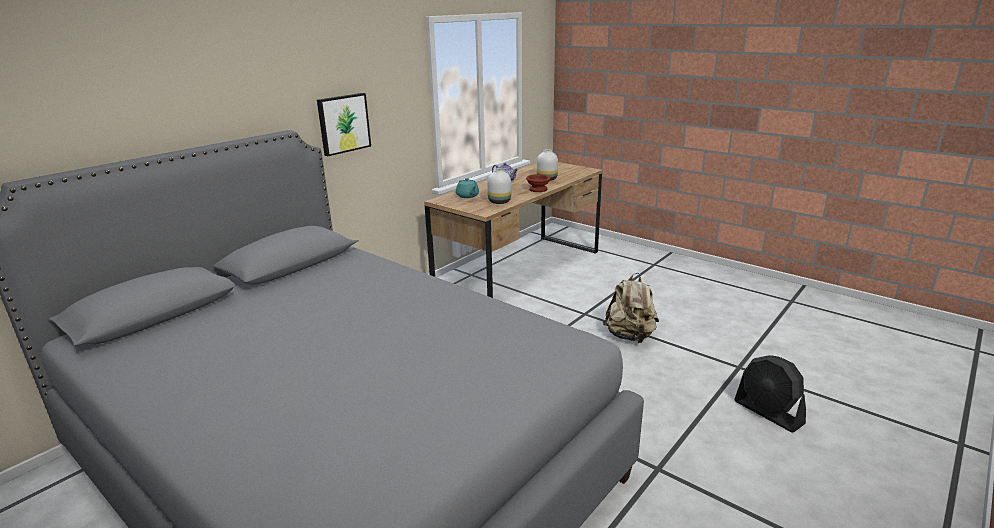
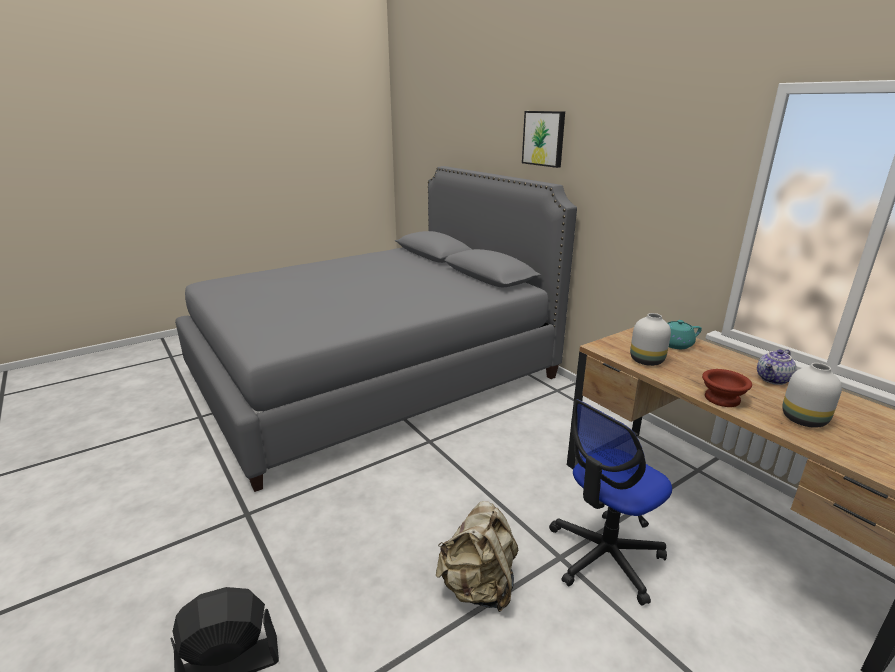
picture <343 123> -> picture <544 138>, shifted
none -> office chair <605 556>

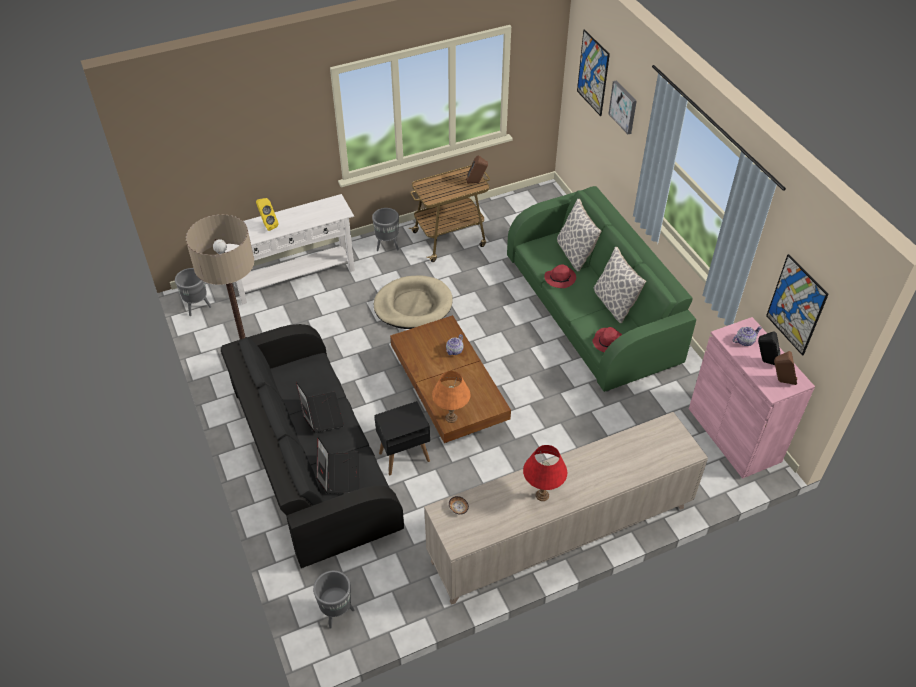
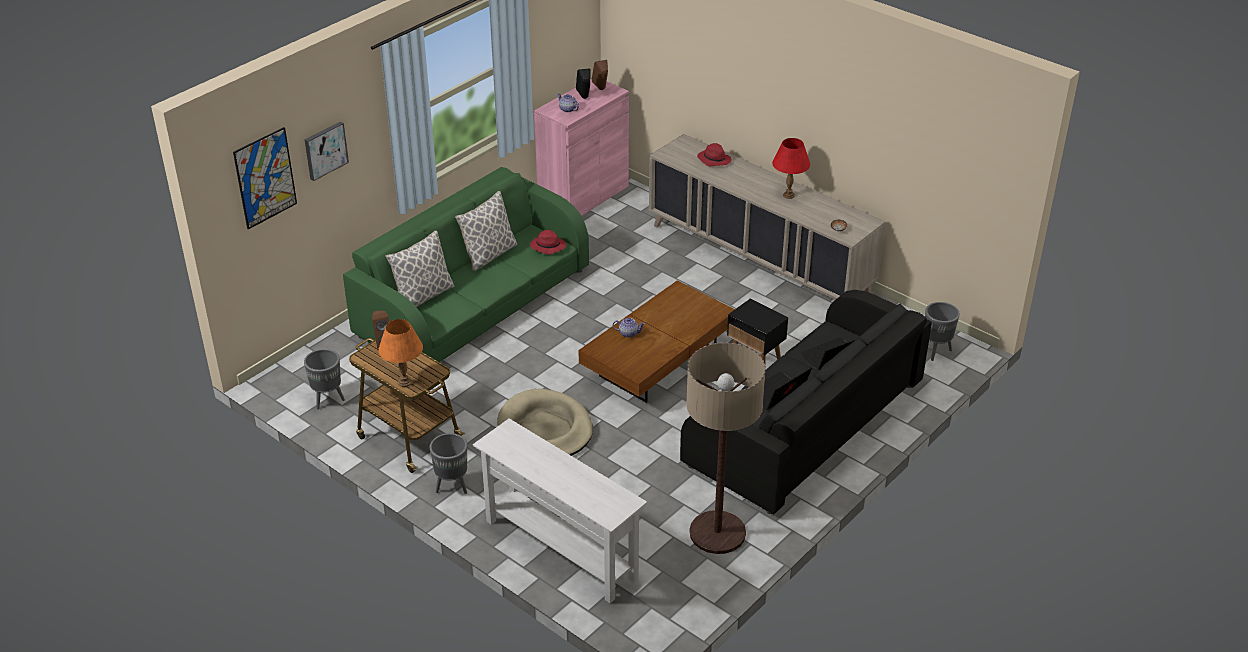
grey planter <198 308> -> grey planter <328 399>, shifted
yellow speaker <268 225> -> none
orange table lamp <451 418> -> orange table lamp <405 382>, shifted
red hat <560 278> -> red hat <713 160>, shifted
picture <796 305> -> none

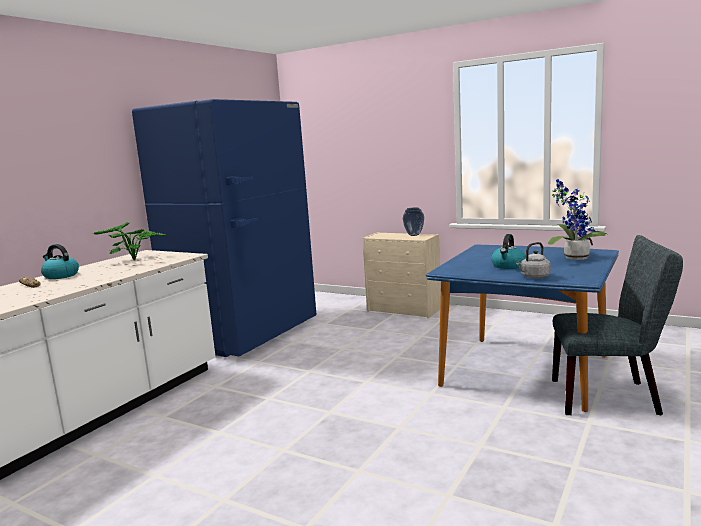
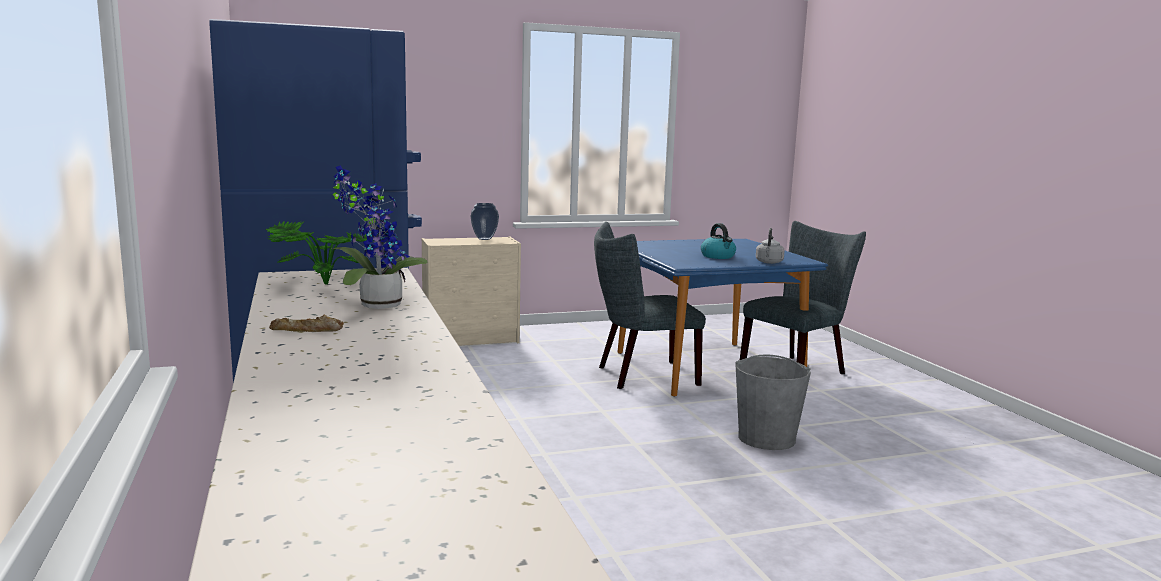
kettle <60 276> -> none
potted plant <573 257> -> potted plant <375 305>, shifted
none -> grey chair <641 375>
none -> grey bucket <766 438>

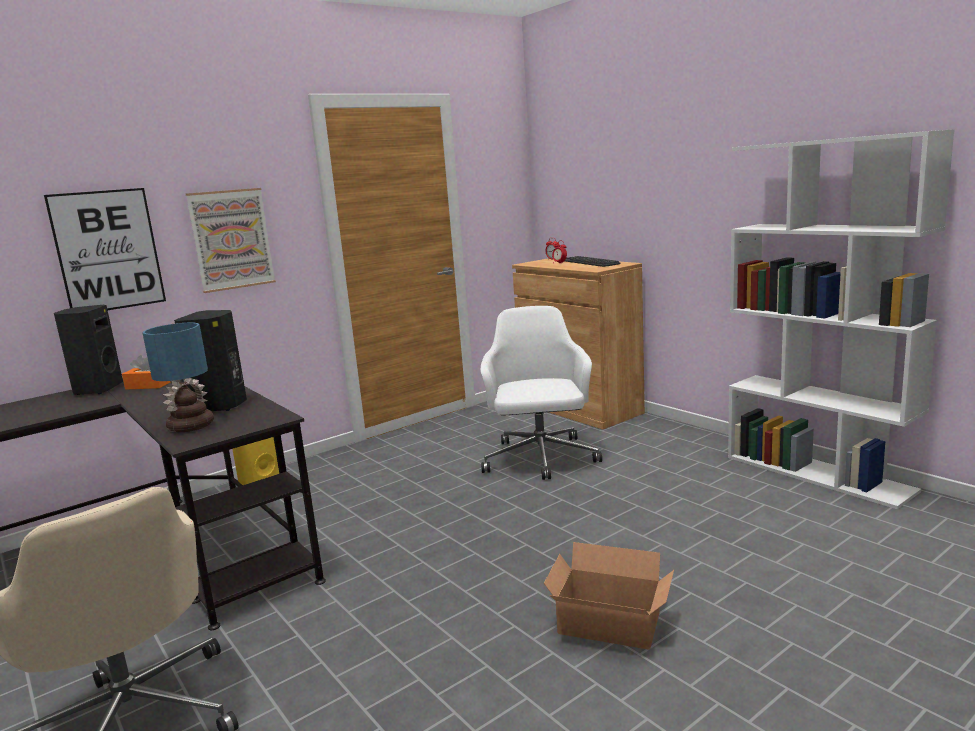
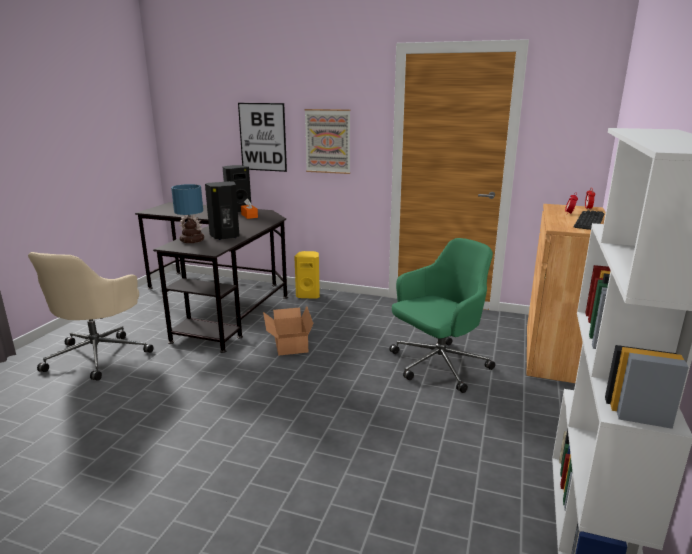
white office chair <540 459> -> green office chair <437 366>
cardboard box <610 626> -> cardboard box <288 344>, shifted

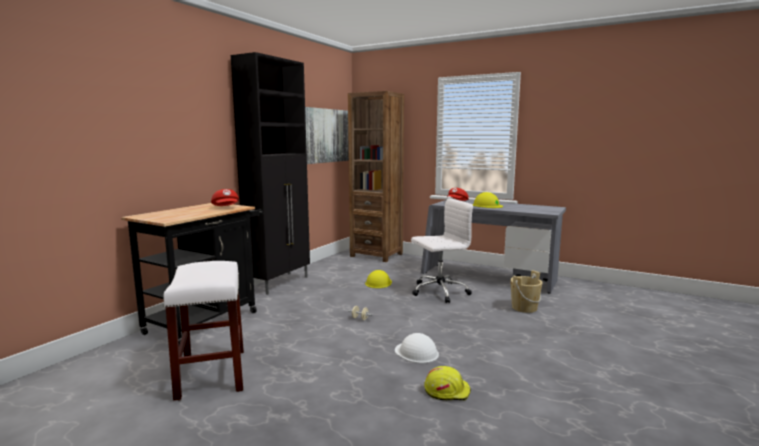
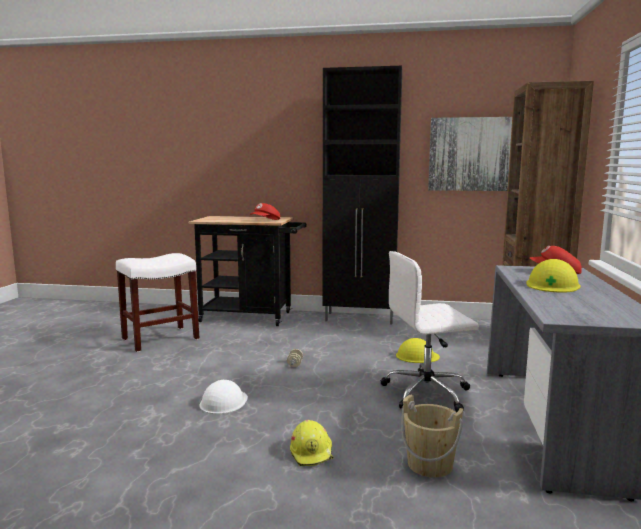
white office chair <438 291> -> white office chair <427 393>, 120 degrees clockwise
yellow hard hat <447 391> -> yellow hard hat <312 453>, shifted

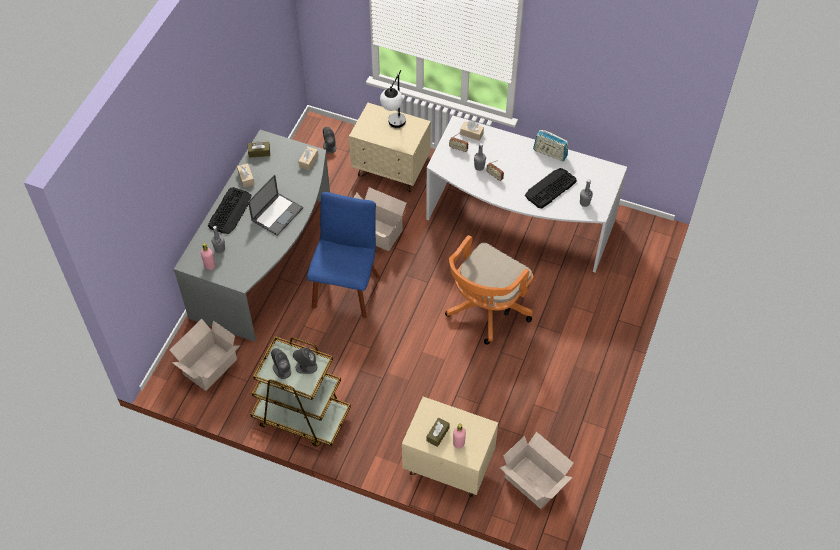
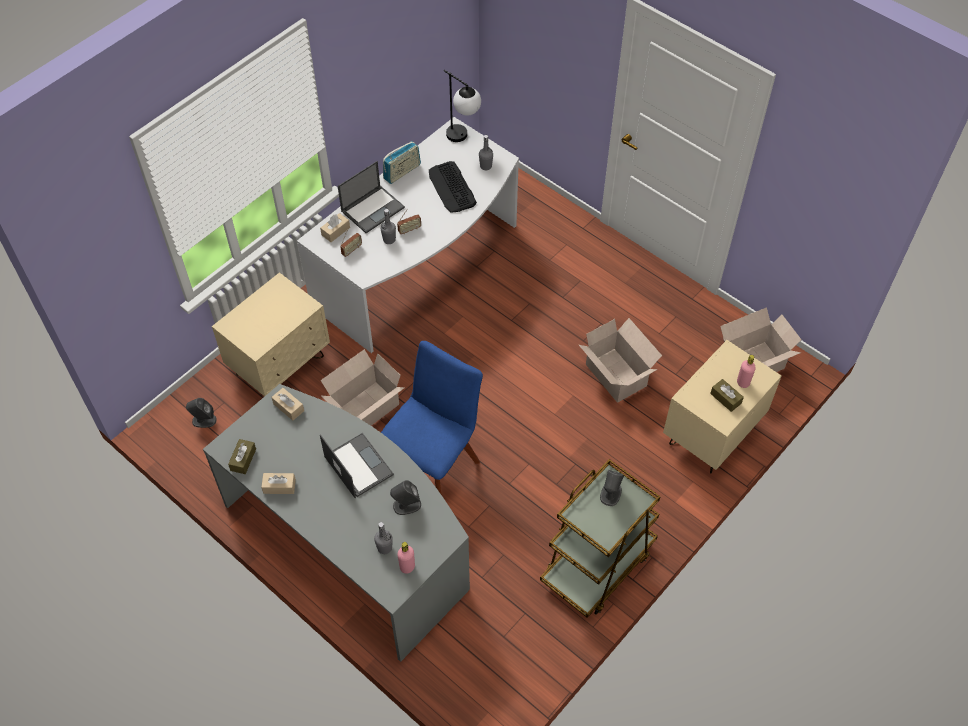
cardboard box <208 367> -> cardboard box <616 377>, shifted
keyboard <230 211> -> none
grey speaker <281 369> -> grey speaker <406 505>, shifted
blue chair <346 288> -> blue chair <433 464>, 90 degrees clockwise
table lamp <394 126> -> table lamp <463 138>, shifted
orange office chair <486 310> -> none
none -> laptop <373 209>

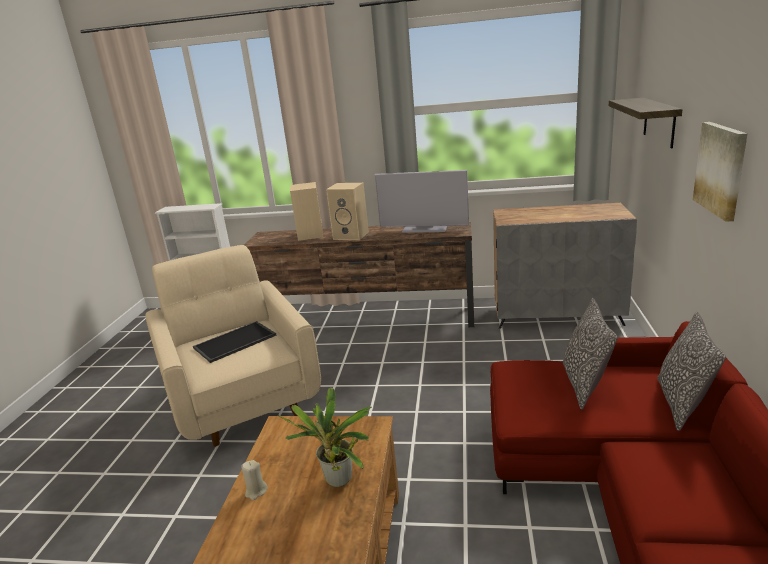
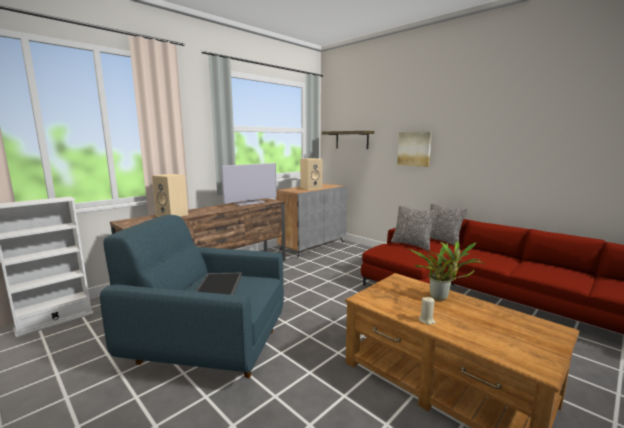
beige armchair <241 398> -> blue armchair <208 346>
beige speaker <352 235> -> beige speaker <311 188>, shifted

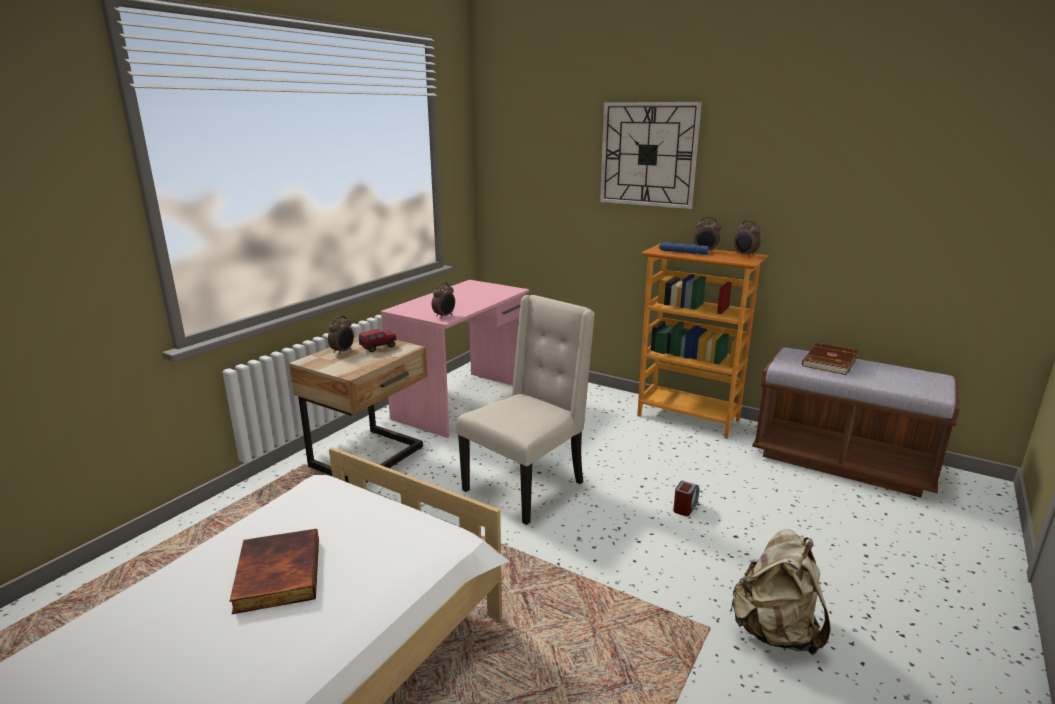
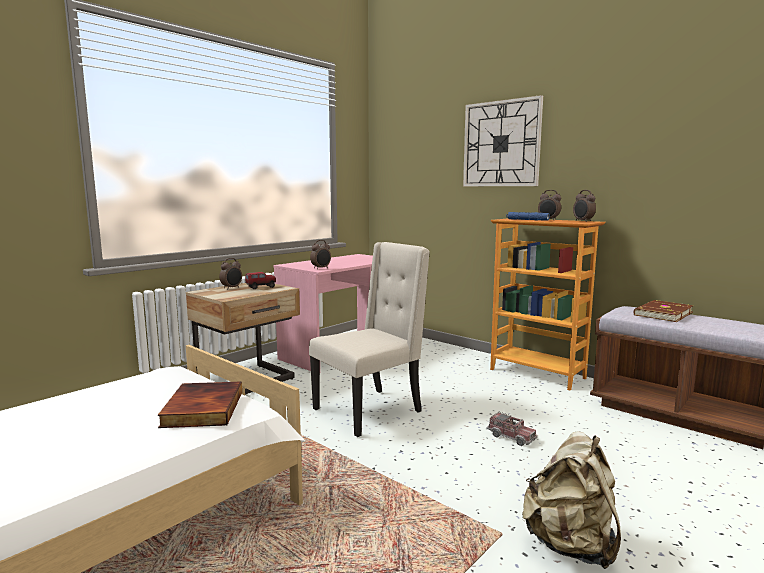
book <276 574> -> book <201 408>, shifted
alarm clock <685 507> -> toy truck <511 437>

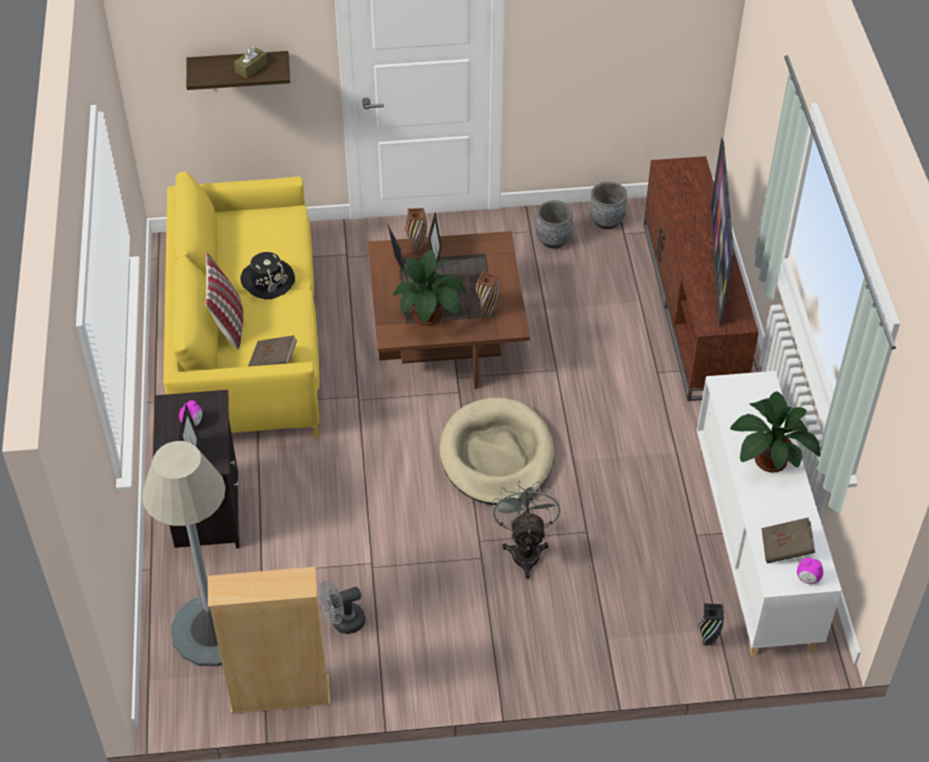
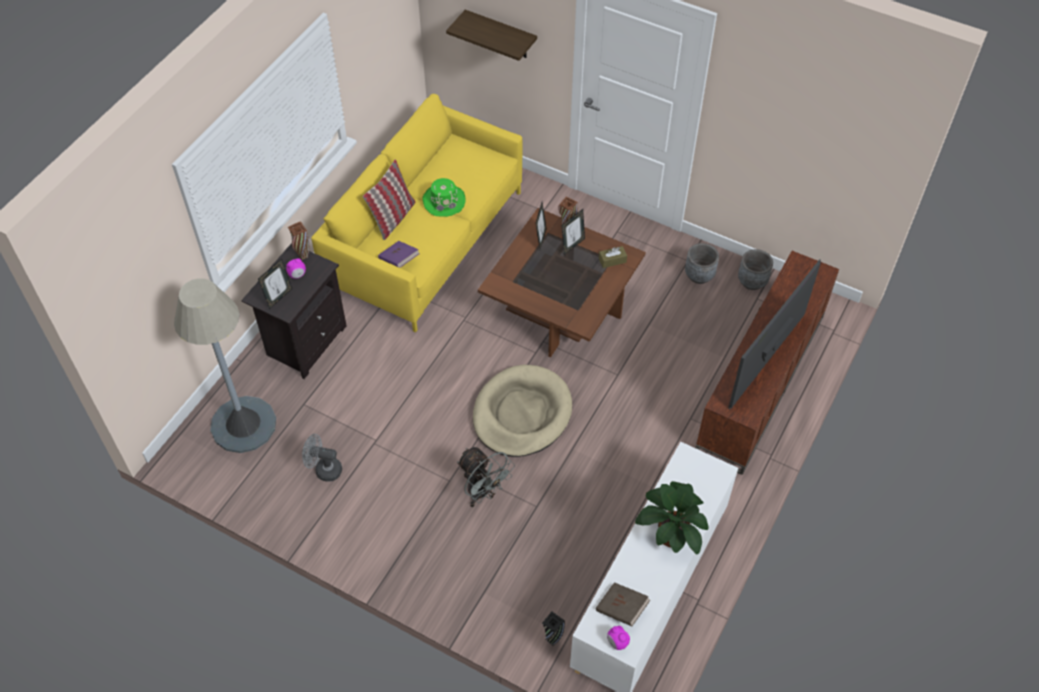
beige bookcase <280 695> -> none
brown tissue box <251 68> -> brown tissue box <612 260>, shifted
black hat <267 280> -> green hat <444 201>
brown book <273 361> -> purple book <399 260>
potted plant <428 316> -> none
brown vase <486 313> -> brown vase <303 256>, shifted
grey fan <525 550> -> grey fan <483 493>, 105 degrees clockwise

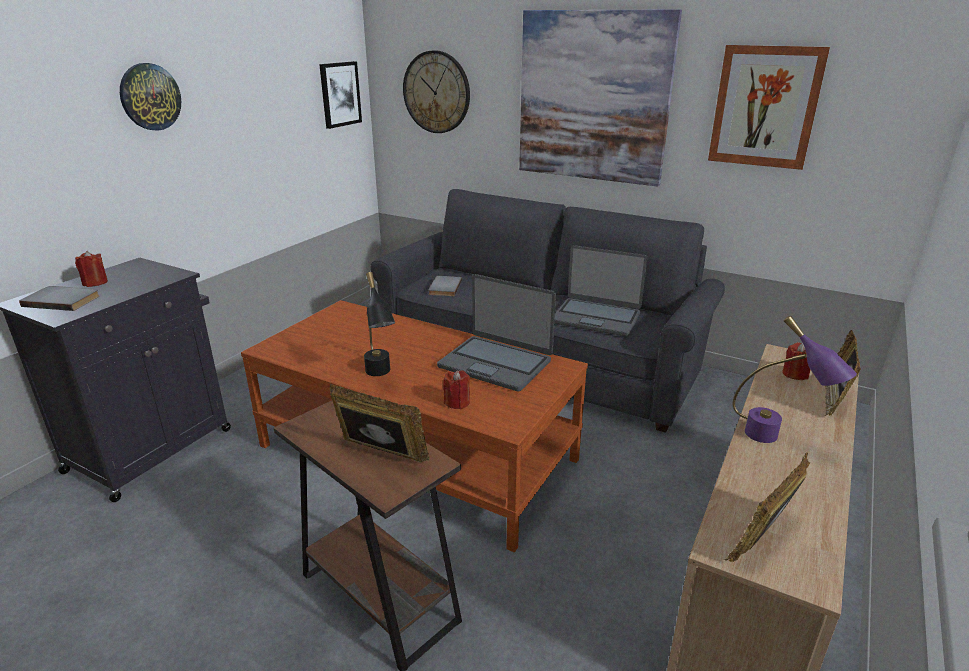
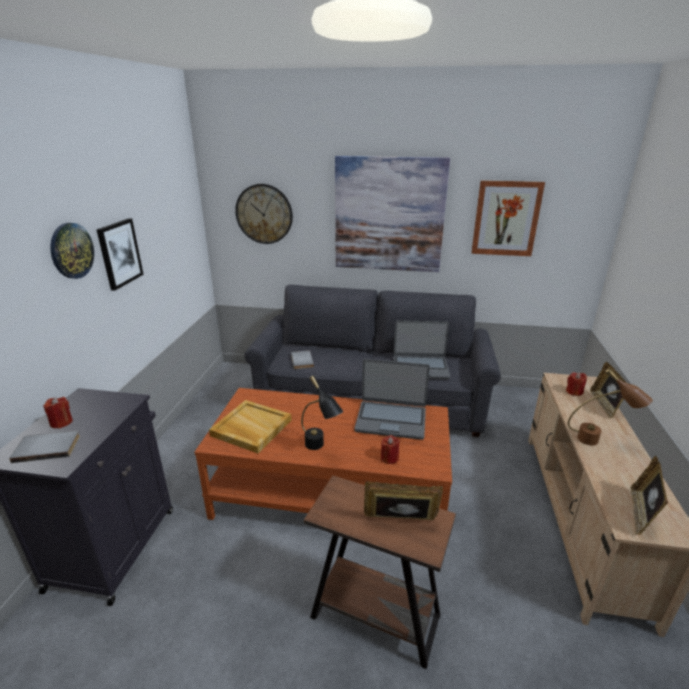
picture <340 94> -> picture <119 253>, shifted
purple table lamp <776 440> -> brown table lamp <598 442>
none -> beige tray <250 428>

